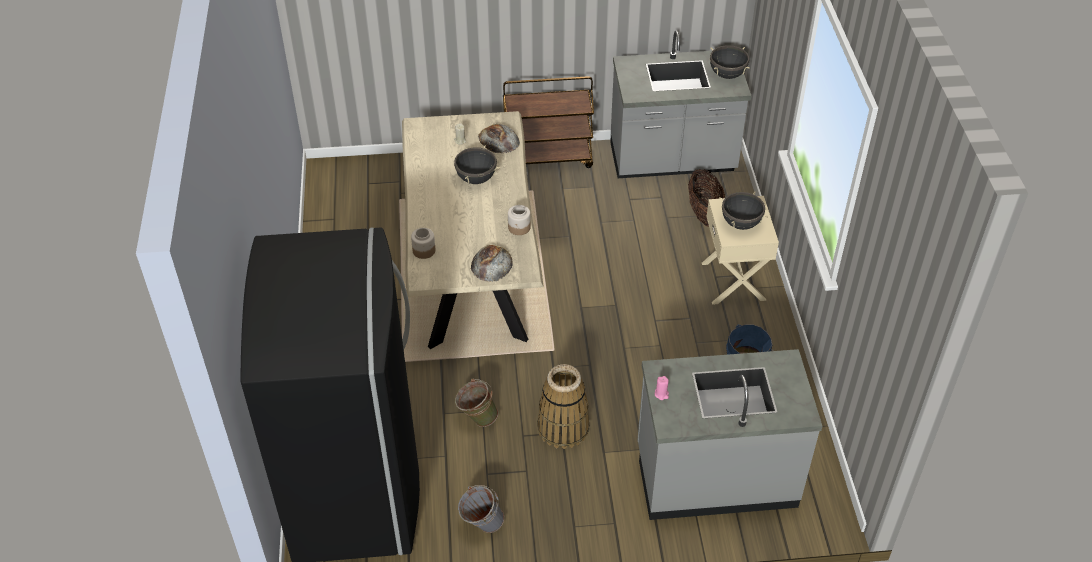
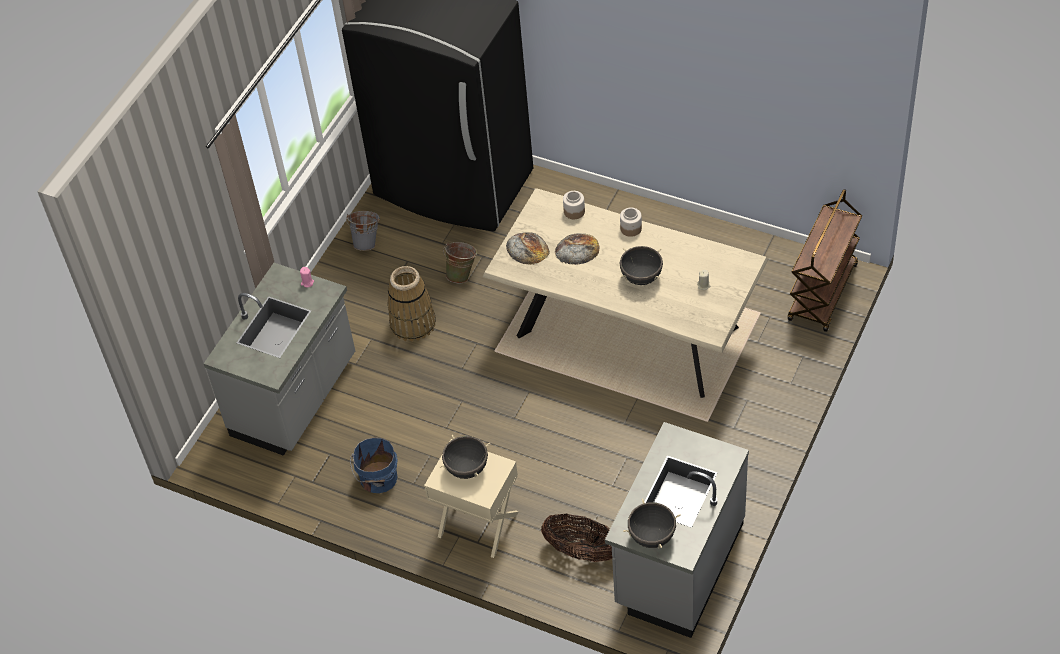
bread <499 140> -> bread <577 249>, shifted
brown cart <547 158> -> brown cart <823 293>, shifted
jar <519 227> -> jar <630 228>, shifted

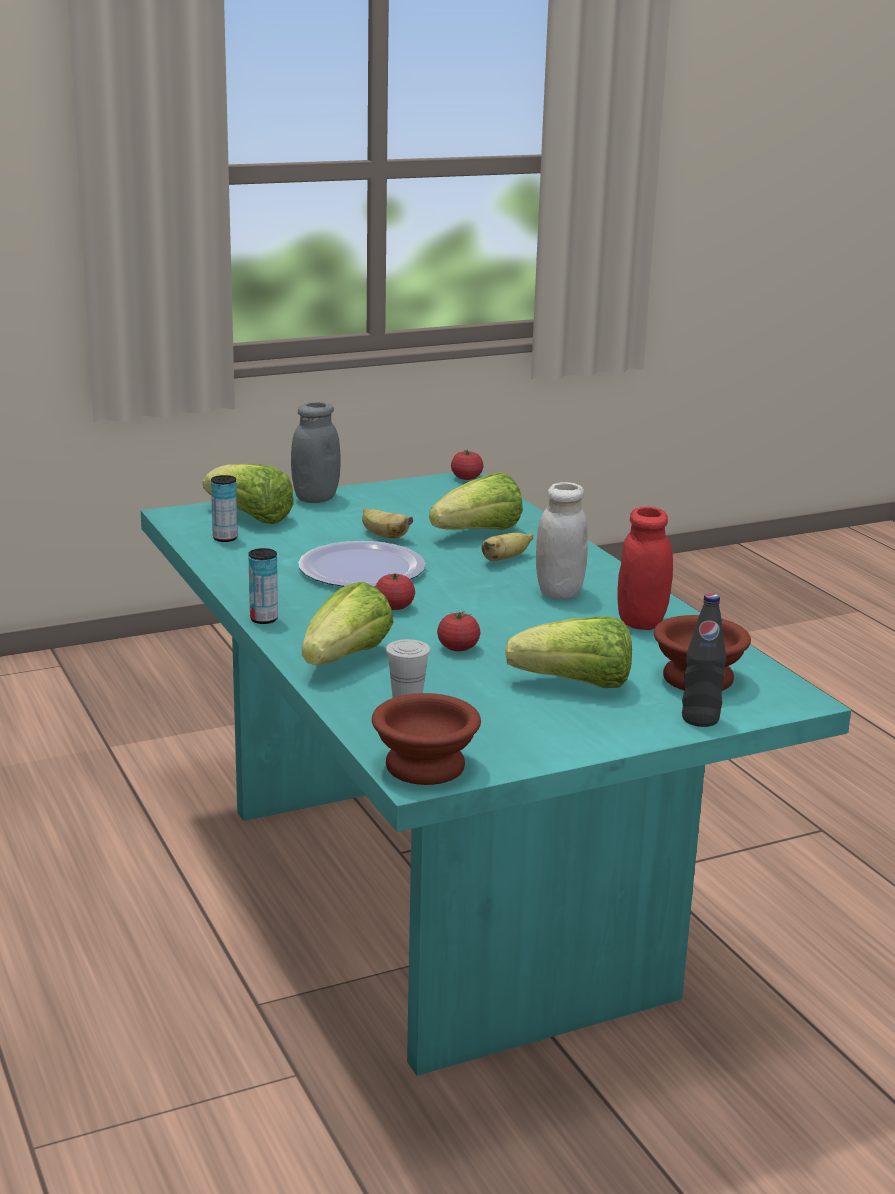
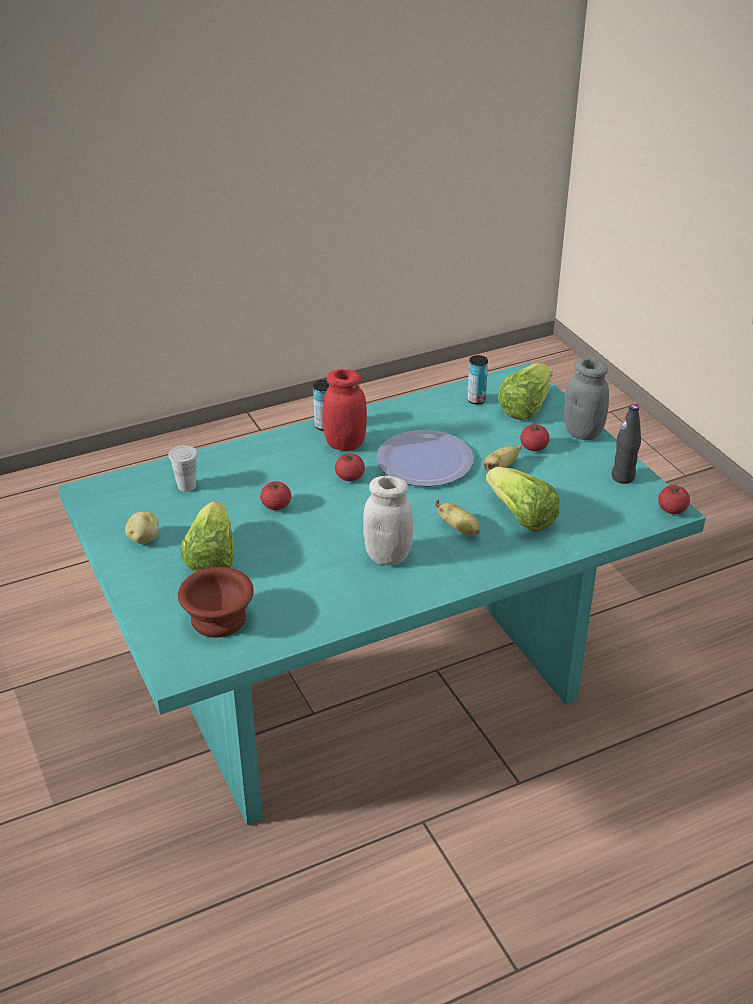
lettuce <346 659> -> none
brown bowl <424 768> -> none
red jar <641 622> -> red jar <345 444>, shifted
black bottle <700 719> -> black bottle <623 477>, shifted
none -> potato <143 539>
none -> tomato <533 447>

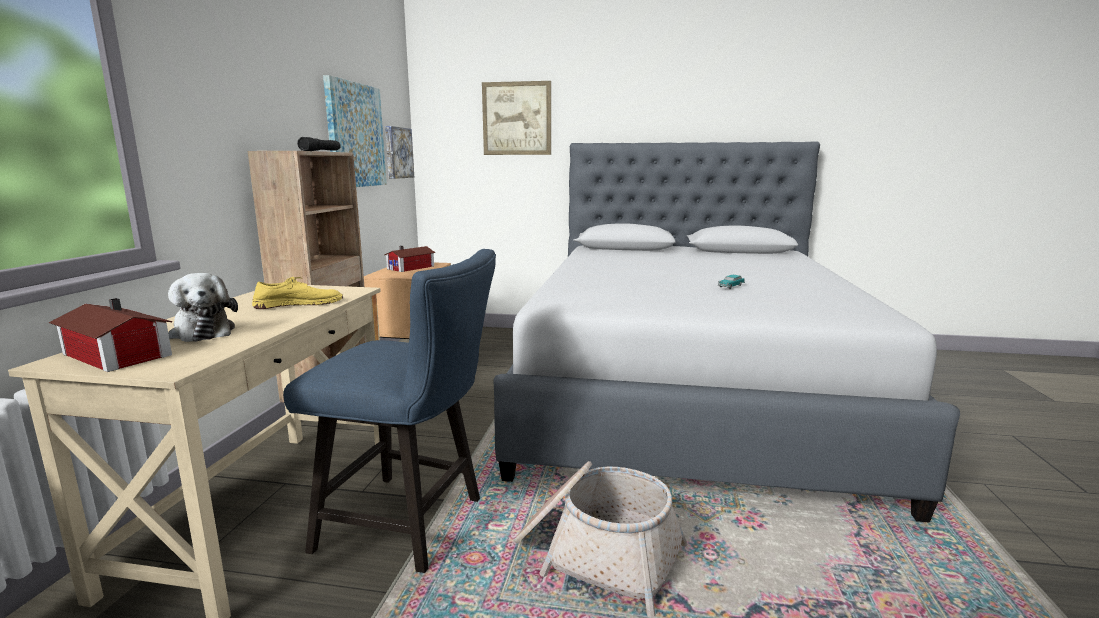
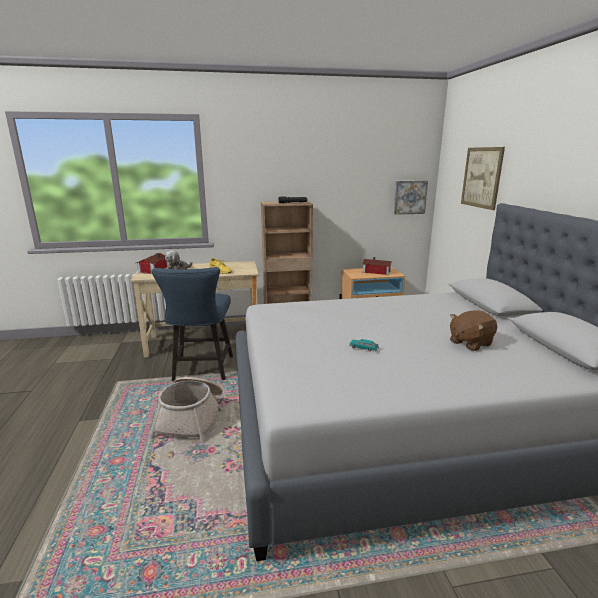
picture <355 135> -> none
none -> brown plush toy <470 343>

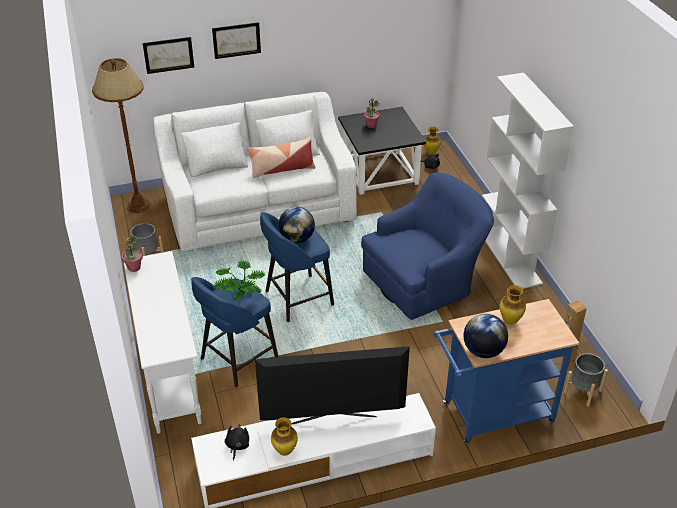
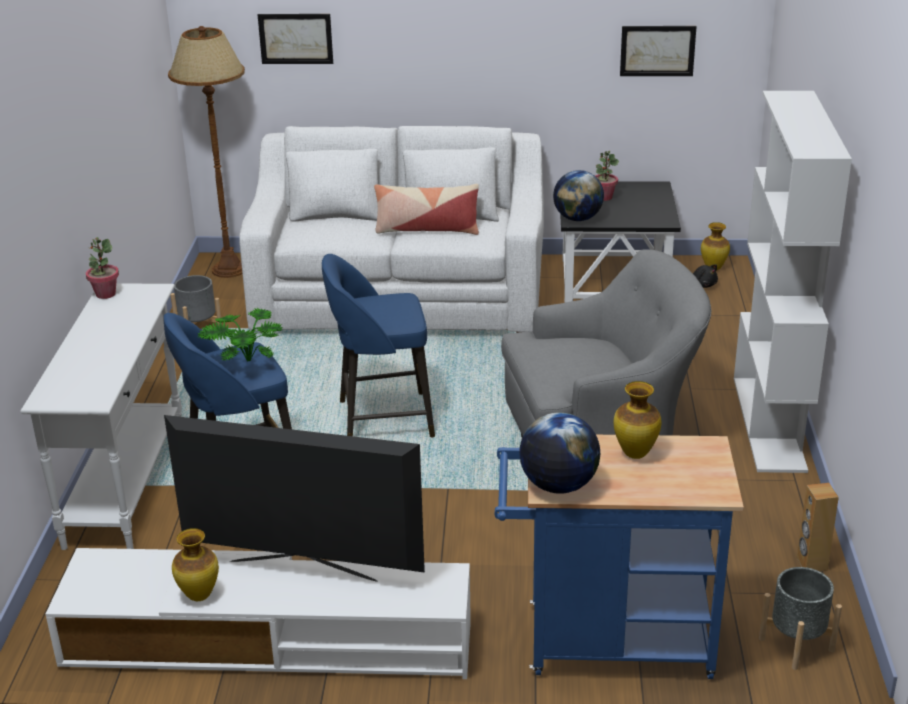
picture <236 40> -> picture <657 50>, shifted
black plush toy <237 446> -> none
globe <297 239> -> globe <578 218>, shifted
blue armchair <424 280> -> grey armchair <602 431>

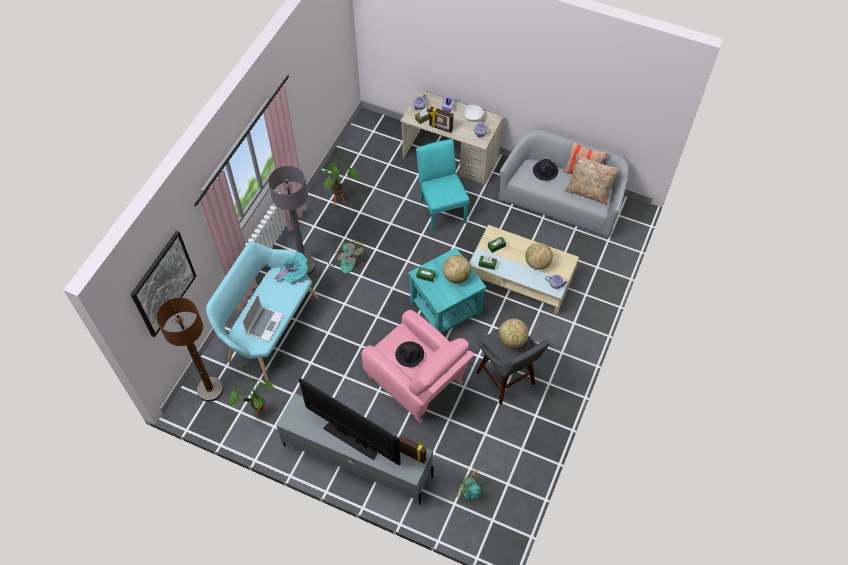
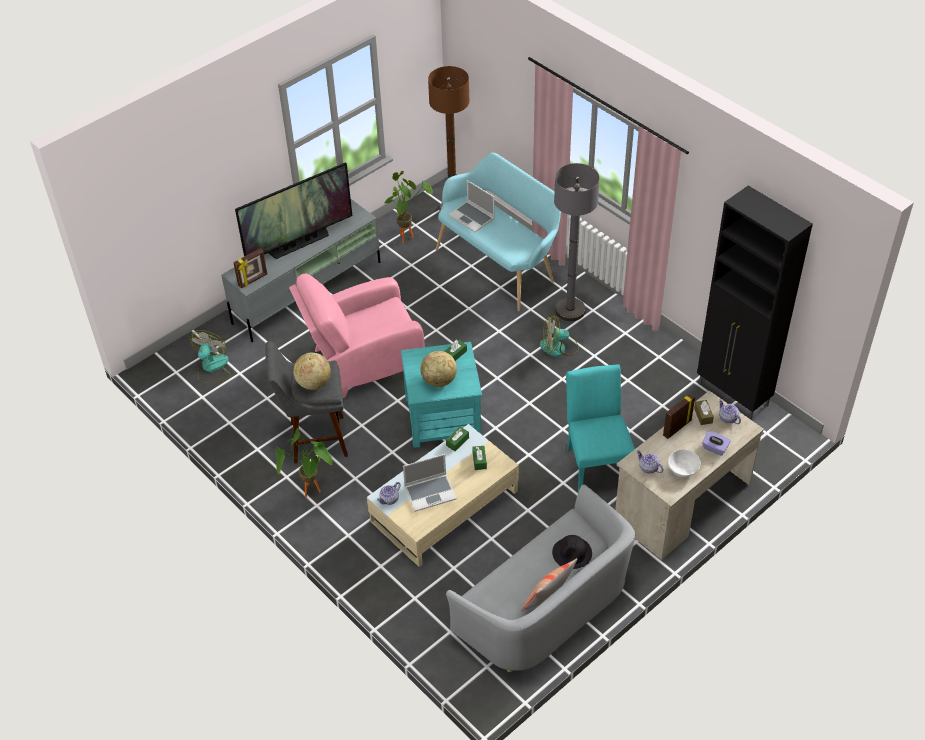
picture <163 284> -> none
turquoise hat <294 273> -> none
potted plant <341 199> -> potted plant <312 494>, shifted
black hat <410 354> -> none
turquoise chair <441 208> -> turquoise chair <596 463>, 105 degrees counterclockwise
fan <474 492> -> fan <212 368>, 45 degrees counterclockwise
globe <537 263> -> laptop <430 492>
beige pillow <588 192> -> none
none -> black cabinet <733 395>

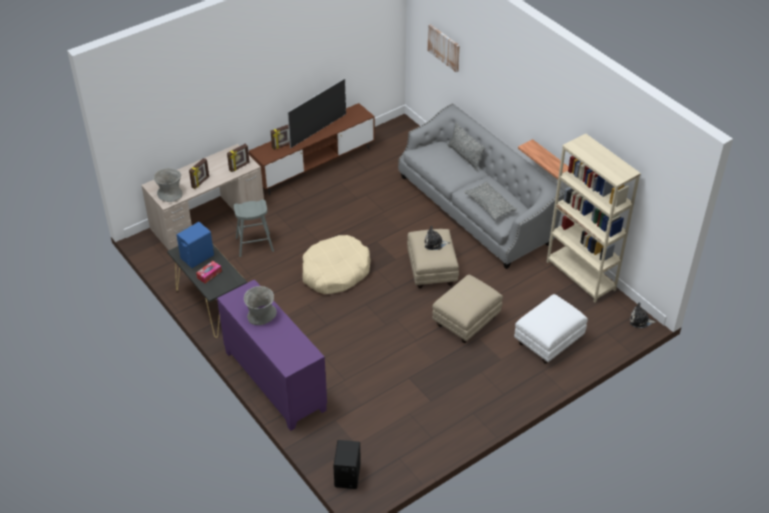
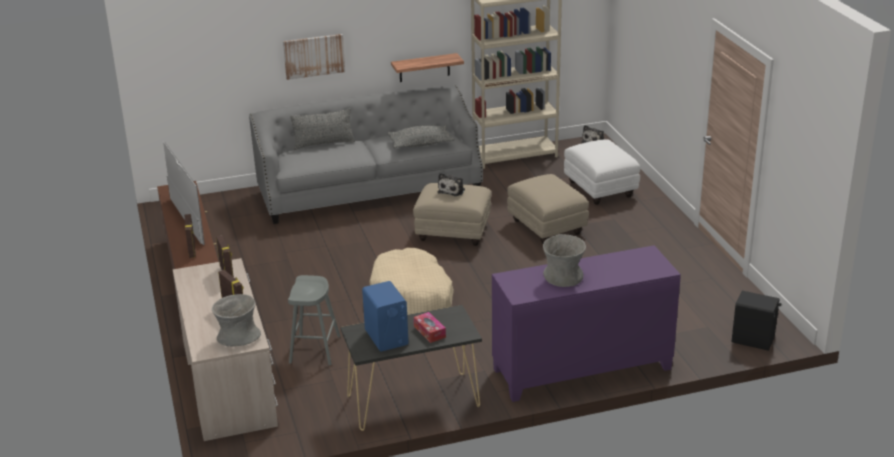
picture <444 47> -> picture <314 56>, shifted

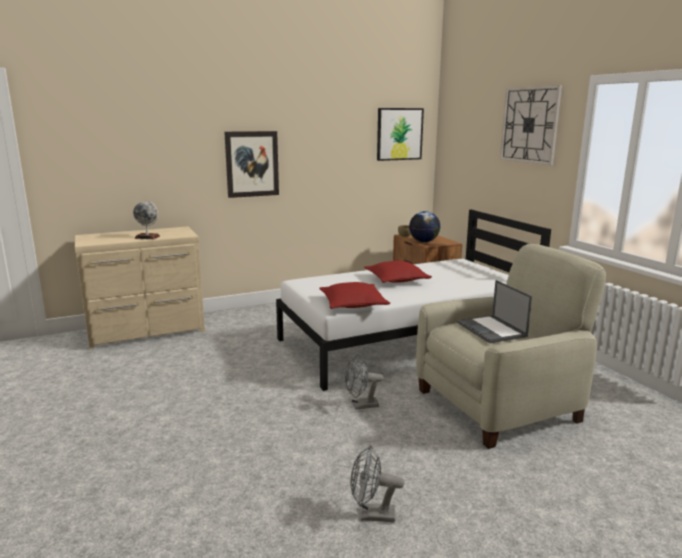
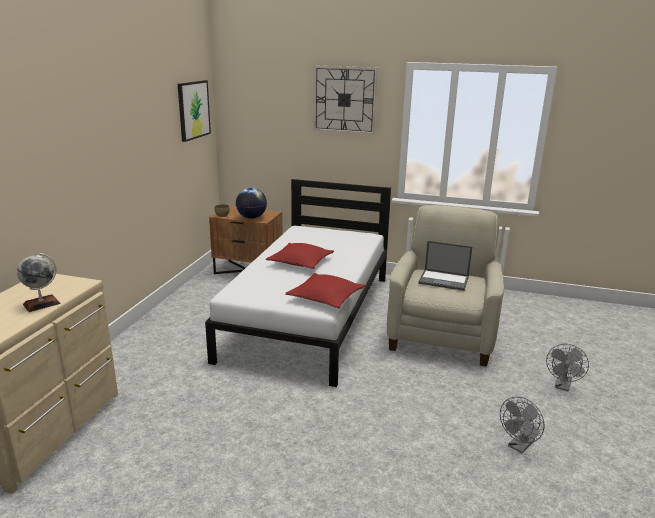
picture <252 164> -> none
grey fan <361 406> -> grey fan <562 386>, shifted

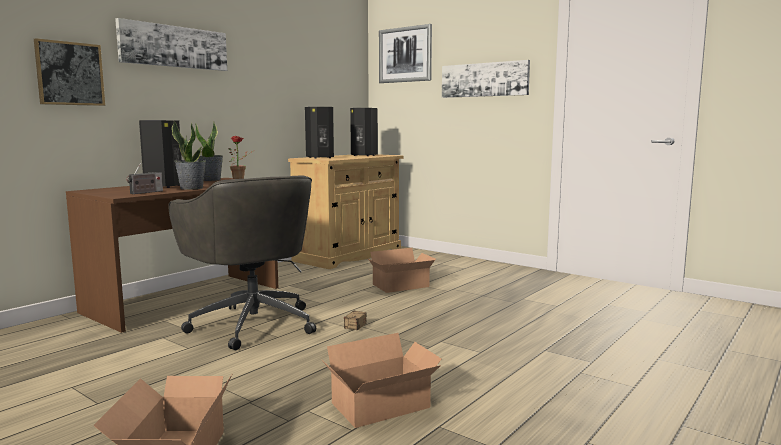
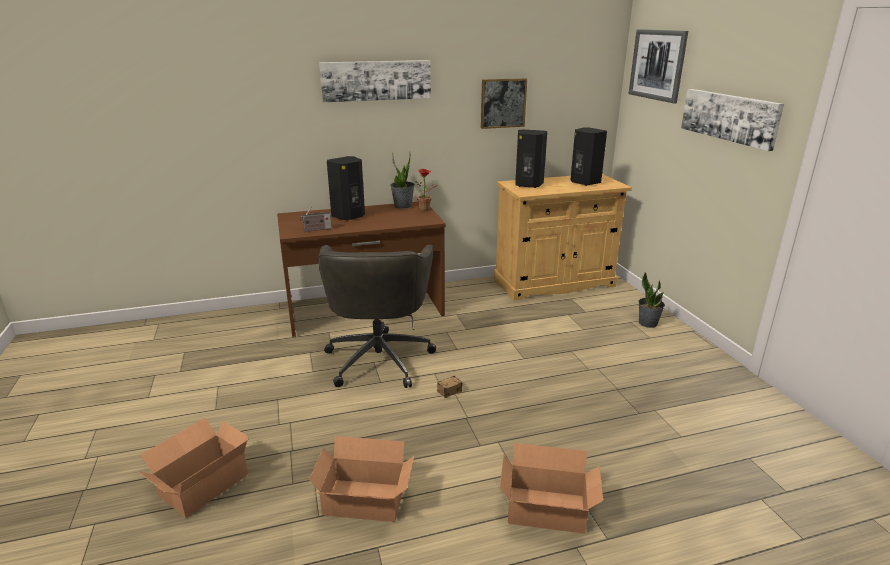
picture <70 73> -> picture <503 103>, shifted
potted plant <191 188> -> potted plant <648 323>, shifted
cardboard box <403 286> -> cardboard box <548 512>, shifted

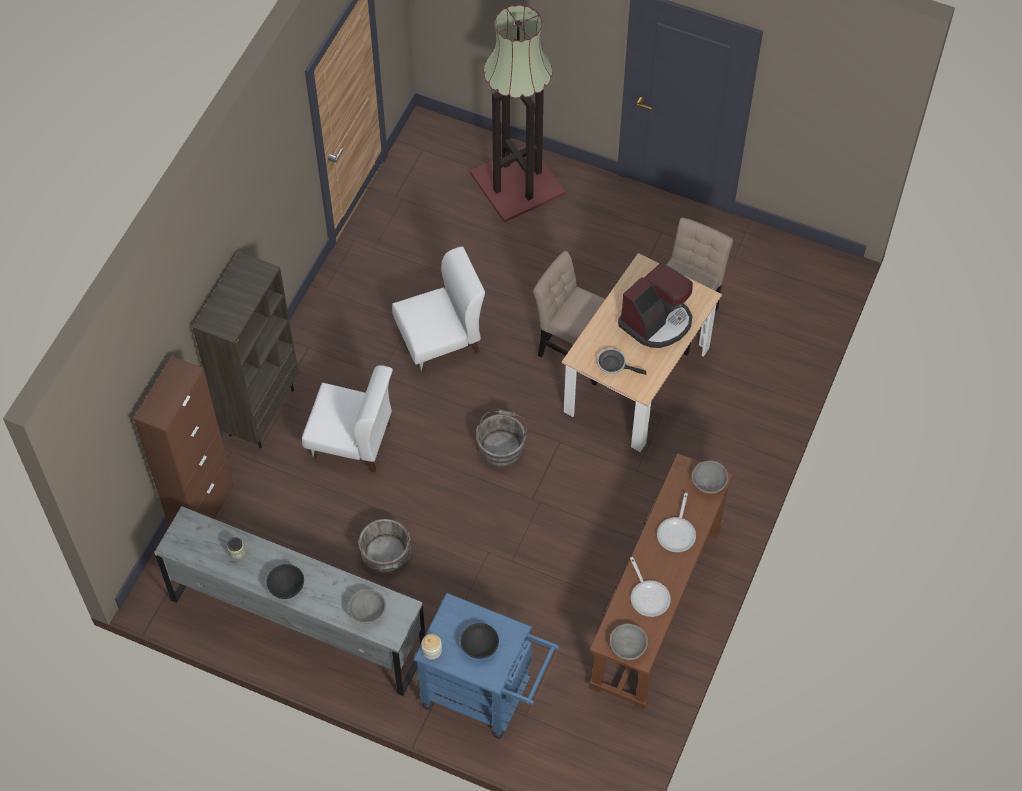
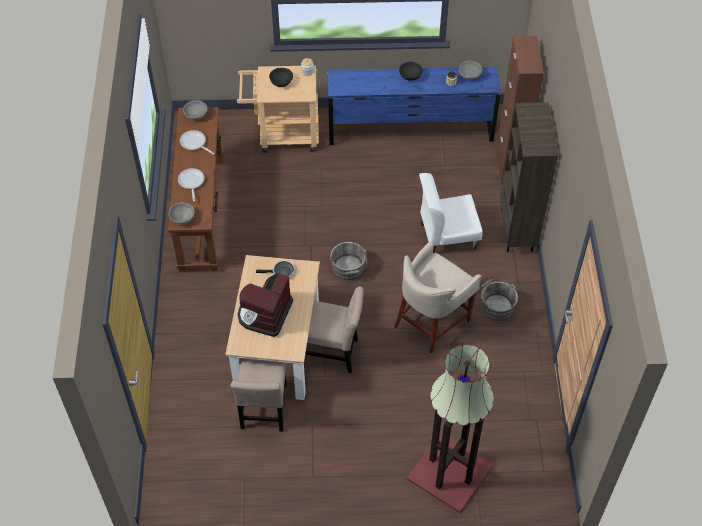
grey dresser <298 624> -> blue dresser <410 130>
grey bowl <368 611> -> grey bowl <469 75>, shifted
grey bucket <386 556> -> grey bucket <495 306>, shifted
white chair <440 340> -> beige stool <432 322>
blue cart <485 695> -> beige cart <282 135>

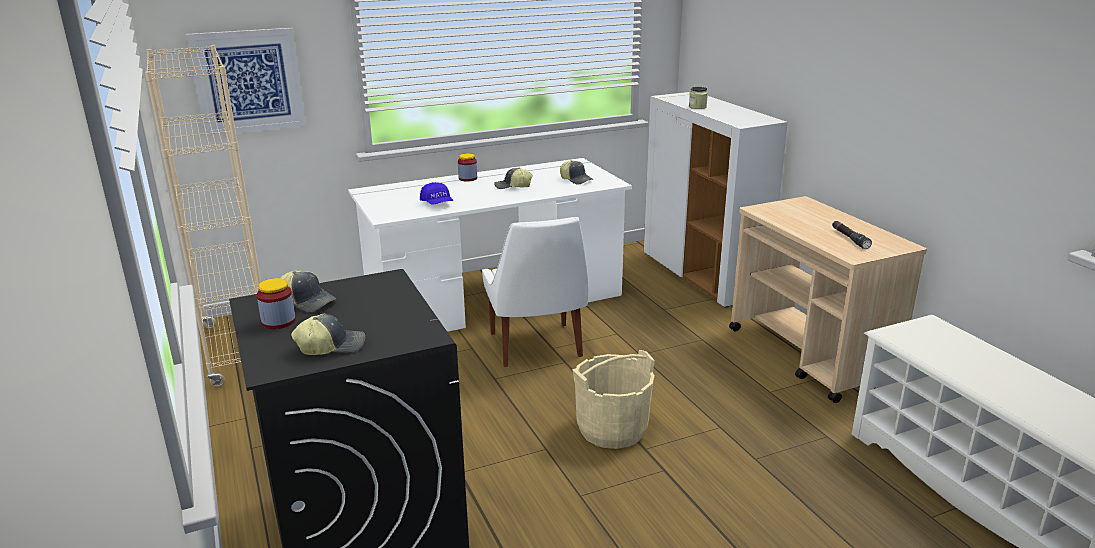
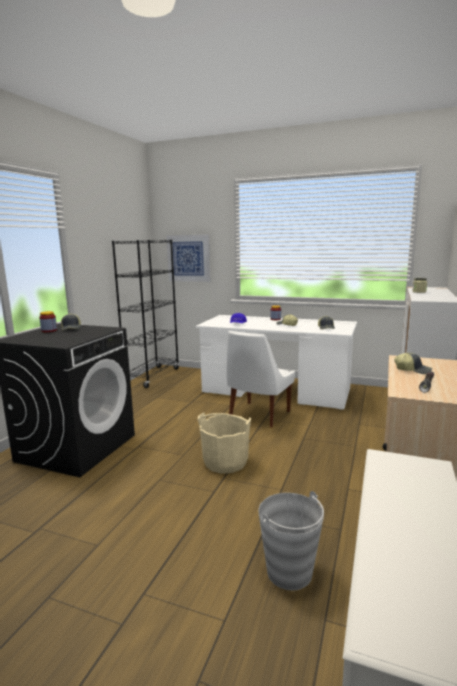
beige bookcase <238 350> -> black bookcase <153 377>
cap <331 346> -> cap <413 370>, shifted
none -> grey bucket <289 572>

